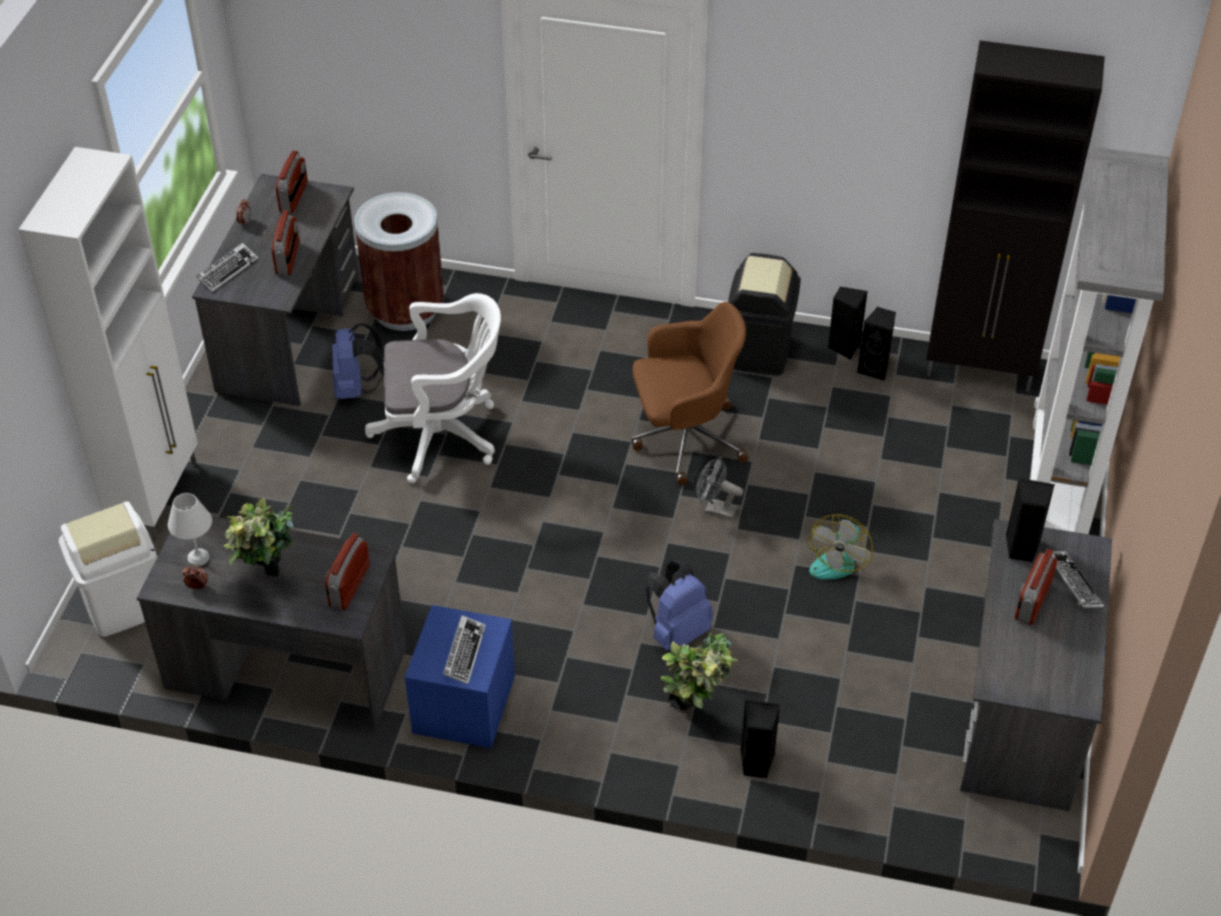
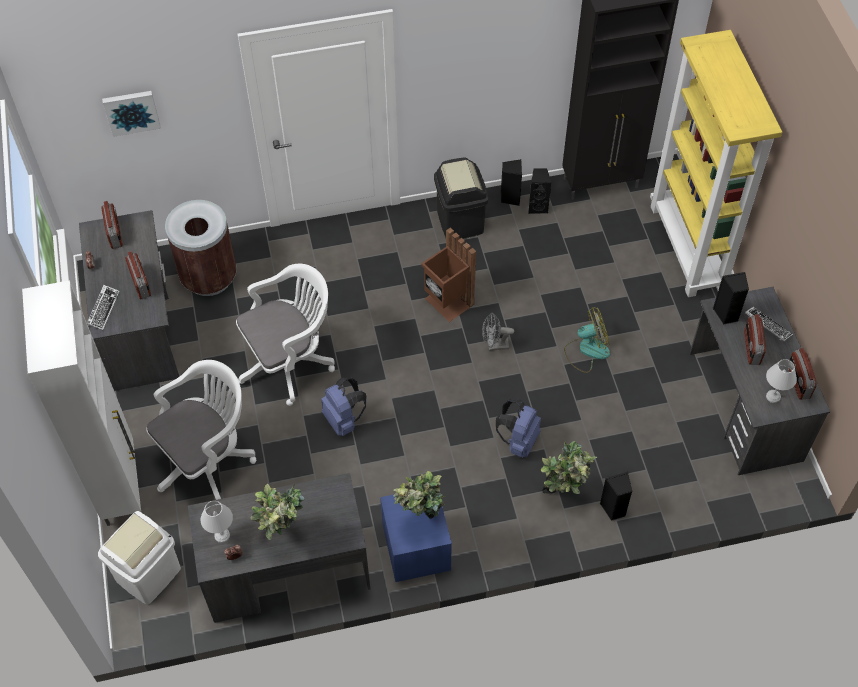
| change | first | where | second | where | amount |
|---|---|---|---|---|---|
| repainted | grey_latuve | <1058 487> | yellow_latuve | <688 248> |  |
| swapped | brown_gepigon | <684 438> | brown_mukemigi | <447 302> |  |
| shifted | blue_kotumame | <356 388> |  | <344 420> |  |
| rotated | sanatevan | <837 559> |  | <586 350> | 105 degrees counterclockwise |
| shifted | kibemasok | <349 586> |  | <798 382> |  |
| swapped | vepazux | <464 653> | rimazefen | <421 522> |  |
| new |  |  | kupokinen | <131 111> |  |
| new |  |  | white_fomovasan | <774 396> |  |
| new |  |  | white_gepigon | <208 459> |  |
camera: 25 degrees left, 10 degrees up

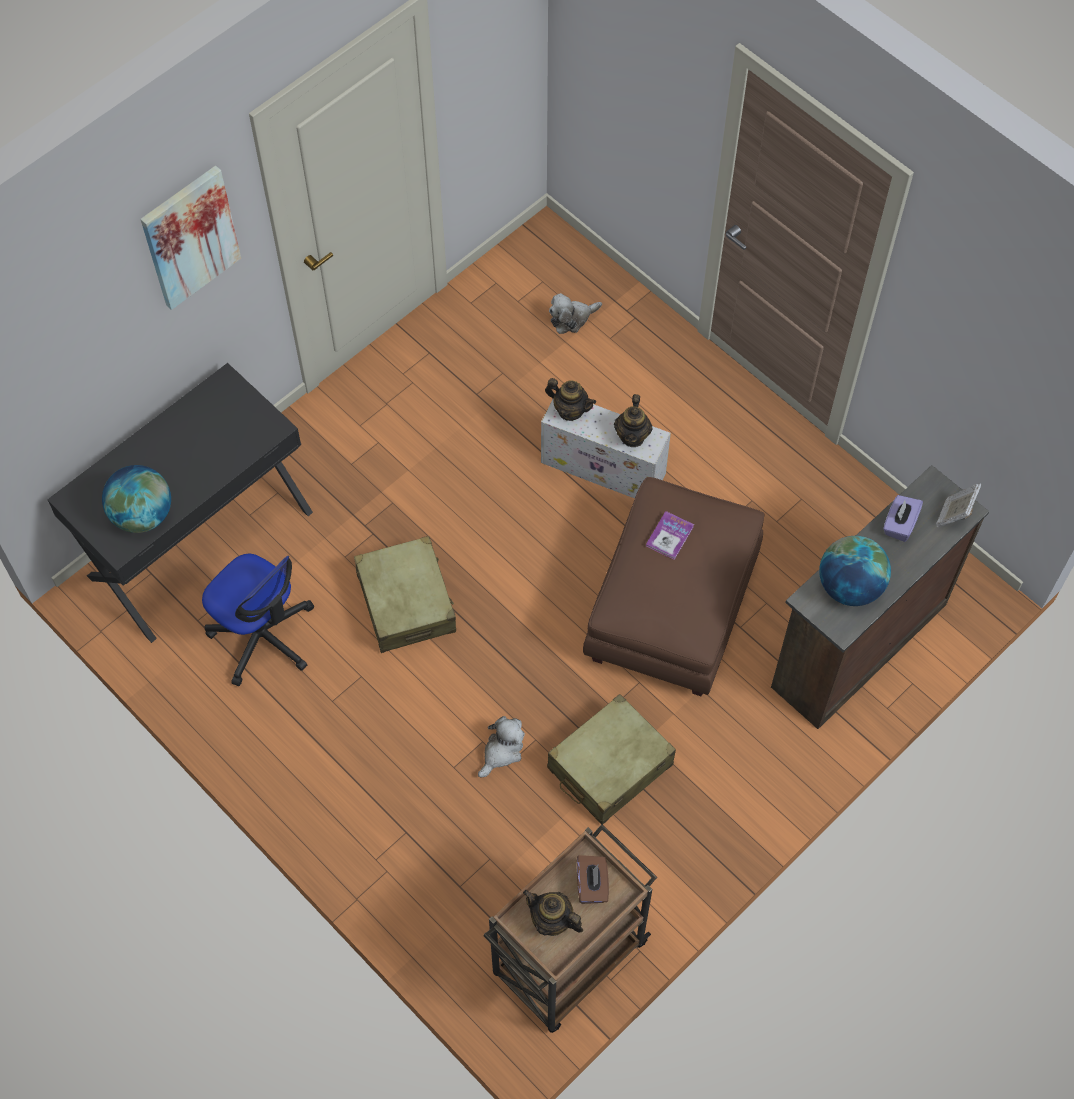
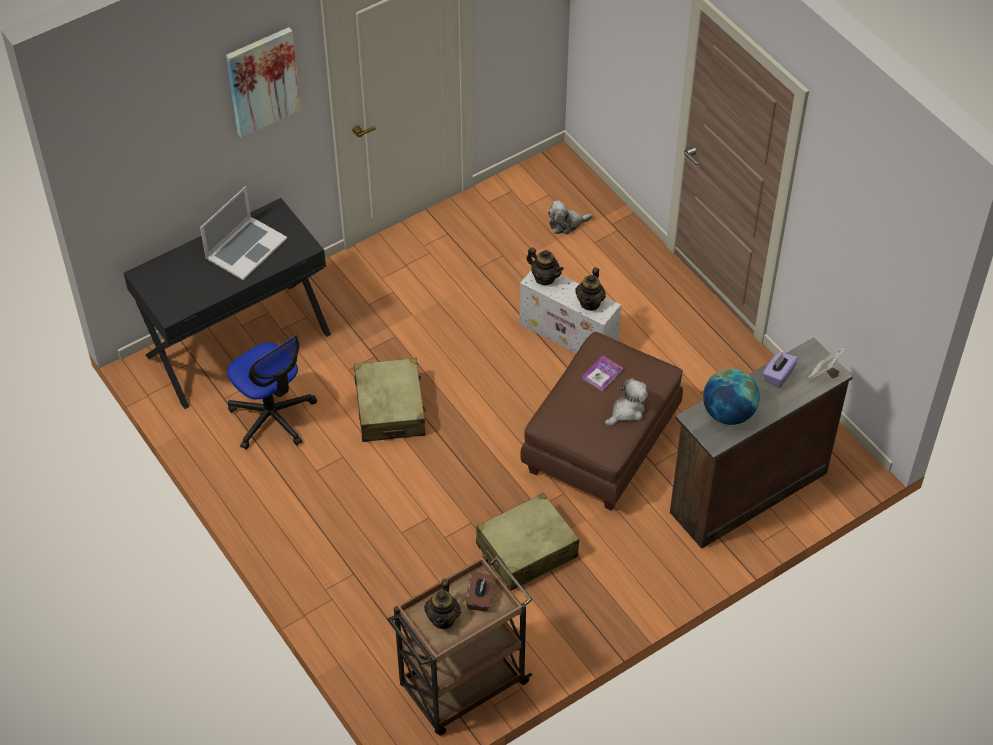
| change | first | where | second | where | amount |
|---|---|---|---|---|---|
| gone | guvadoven | <143 515> |  |  |  |
| shifted | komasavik | <502 751> |  | <626 410> |  |
| rotated | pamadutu | <552 921> |  | <443 618> | 120 degrees counterclockwise |
| new |  |  | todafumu | <245 248> |  |
camera: 10 degrees right, 10 degrees down

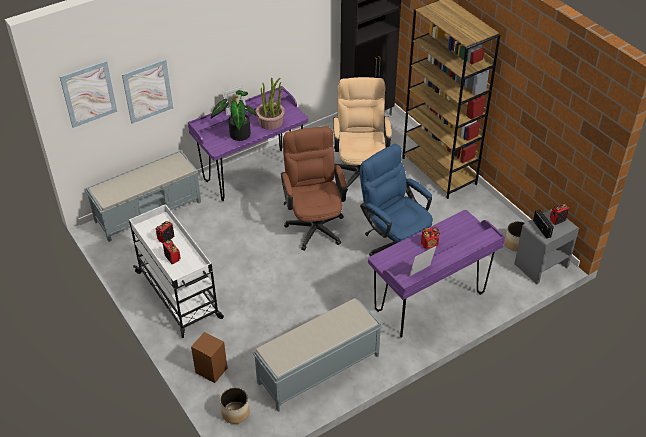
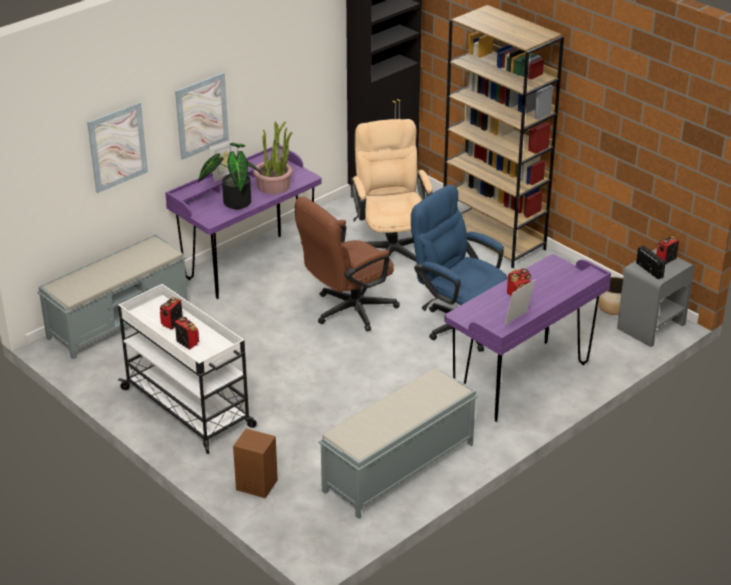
| change | first | where | second | where | amount |
|---|---|---|---|---|---|
| shifted | kupokinen | <88 94> |  | <201 115> |  |
| rotated | brown_gepigon | <314 223> |  | <347 311> | 105 degrees counterclockwise |
| gone | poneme | <235 412> |  |  |  |
camera: 10 degrees left, 10 degrees down

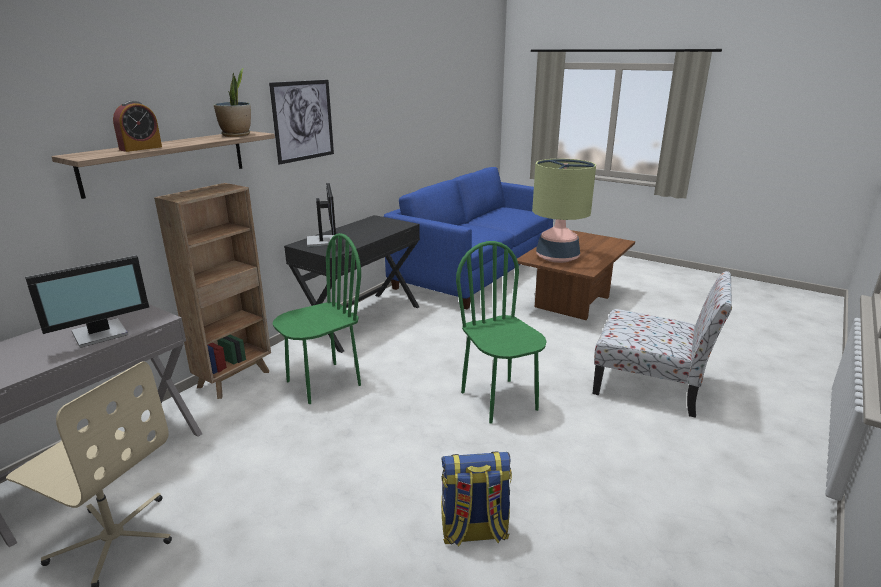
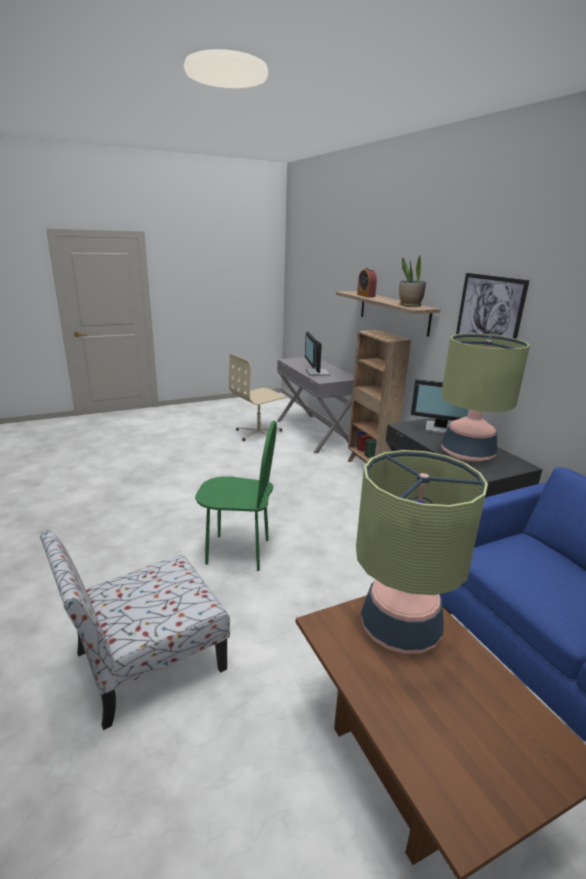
| change | first | where | second | where | amount |
|---|---|---|---|---|---|
| gone | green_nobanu | <323 383> |  |  |  |
| gone | kotumame | <473 531> |  |  |  |
| new |  |  | fomovasan | <467 453> |  |
camera: 120 degrees right, 0 degrees up

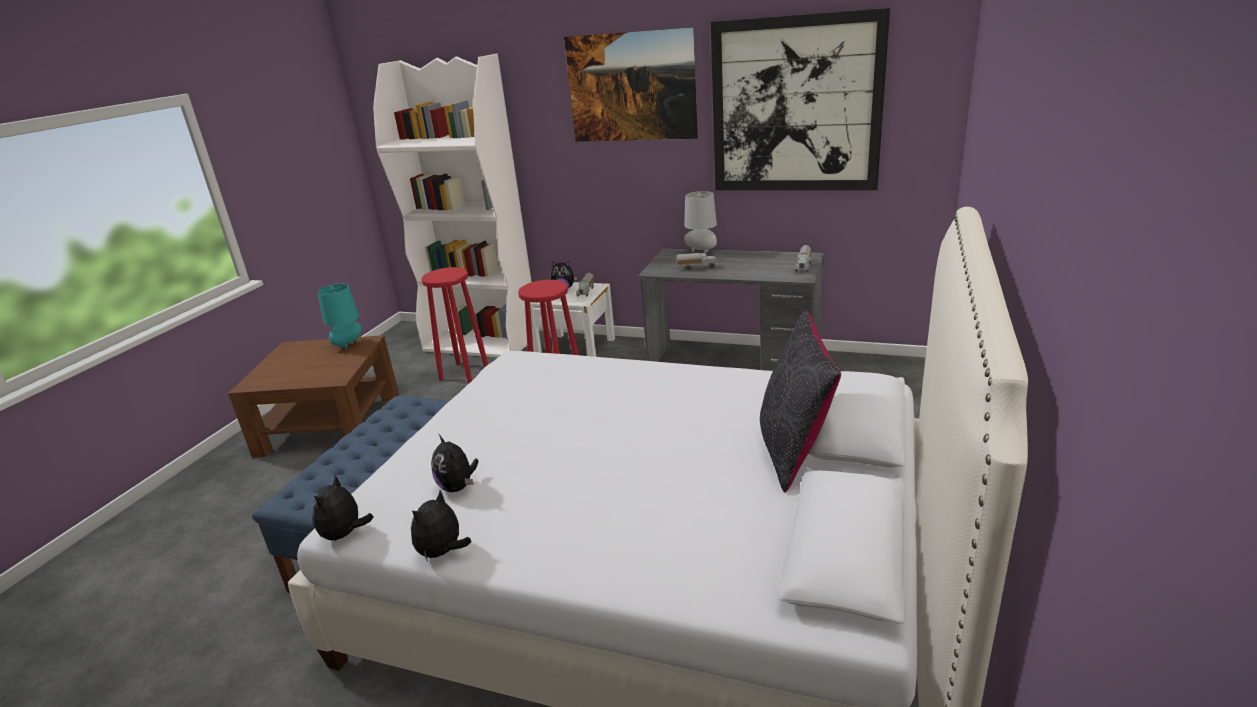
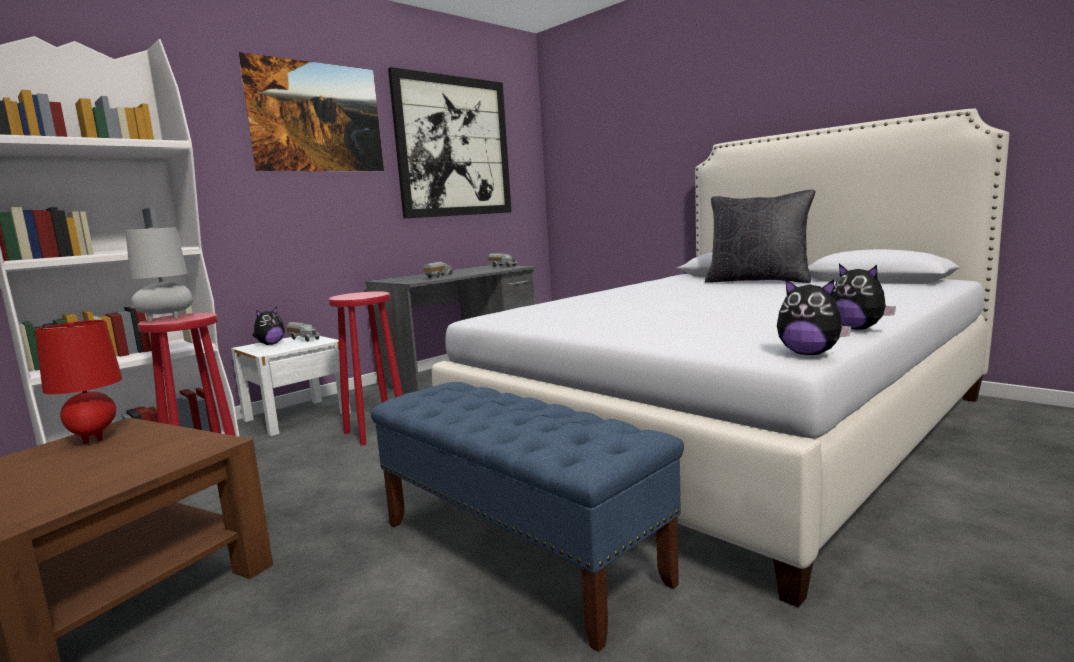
| change | first | where | second | where | amount |
|---|---|---|---|---|---|
| shifted | grey_fomovasan | <701 252> |  | <167 318> |  |
| repainted | turquoise_fomovasan | <348 345> | red_fomovasan | <95 438> |  |
| gone | komasavik | <458 487> |  |  |  |
camera: 65 degrees left, 15 degrees down

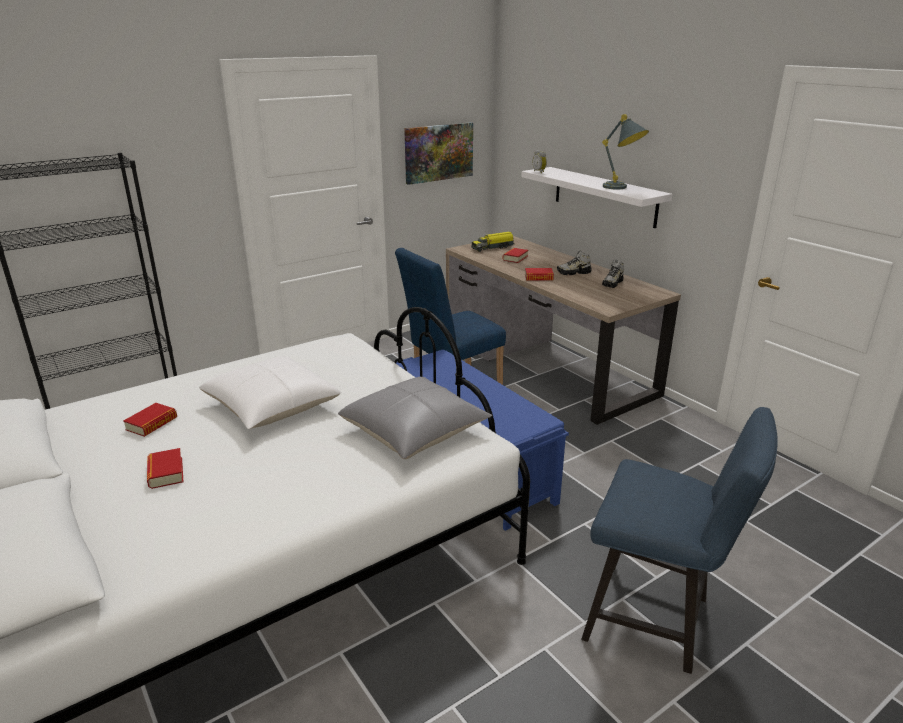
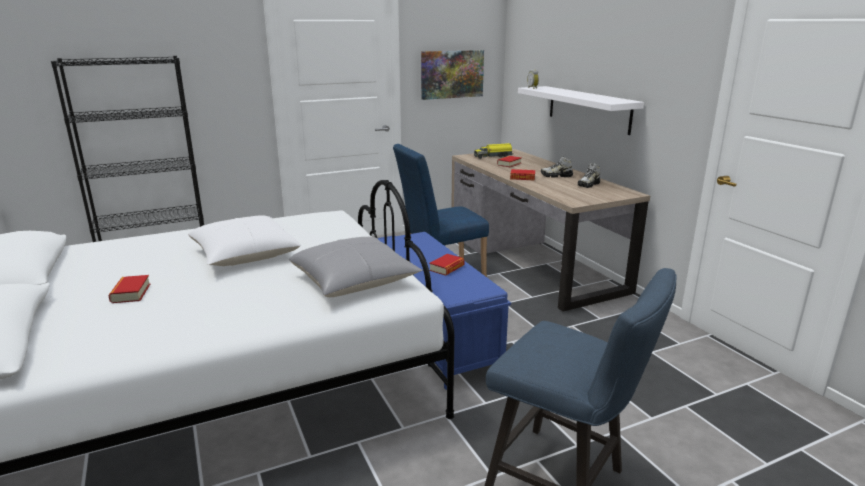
| change | first | where | second | where | amount |
|---|---|---|---|---|---|
| gone | grey_fomovasan | <621 188> |  |  |  |
| shifted | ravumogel | <151 424> |  | <447 268> |  |
camera: 10 degrees right, 5 degrees down

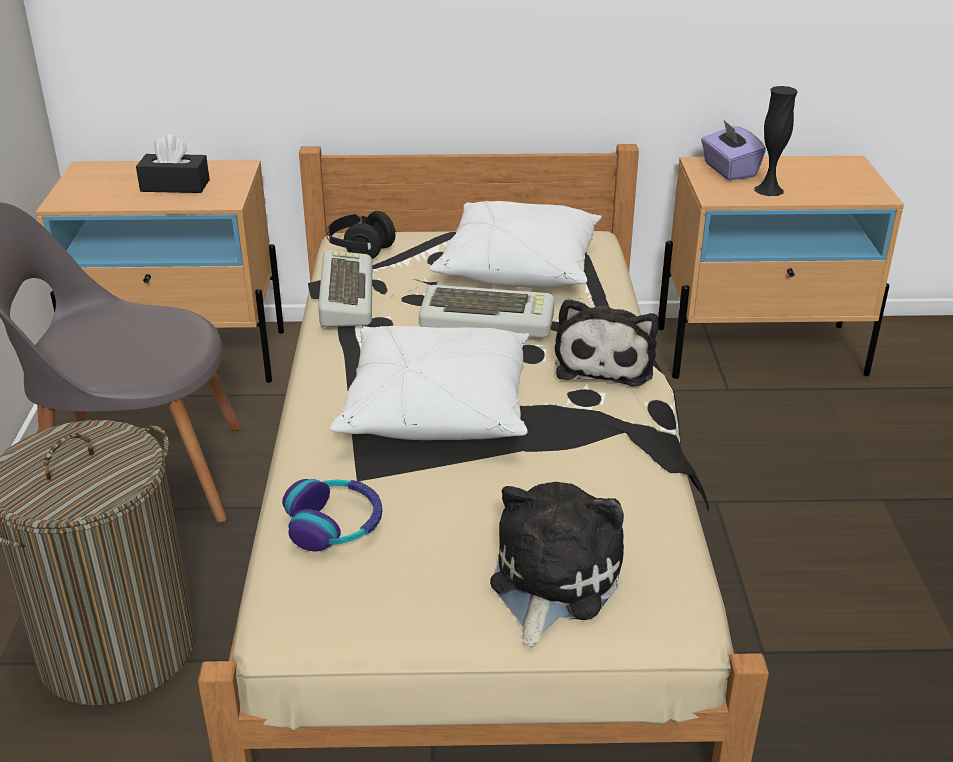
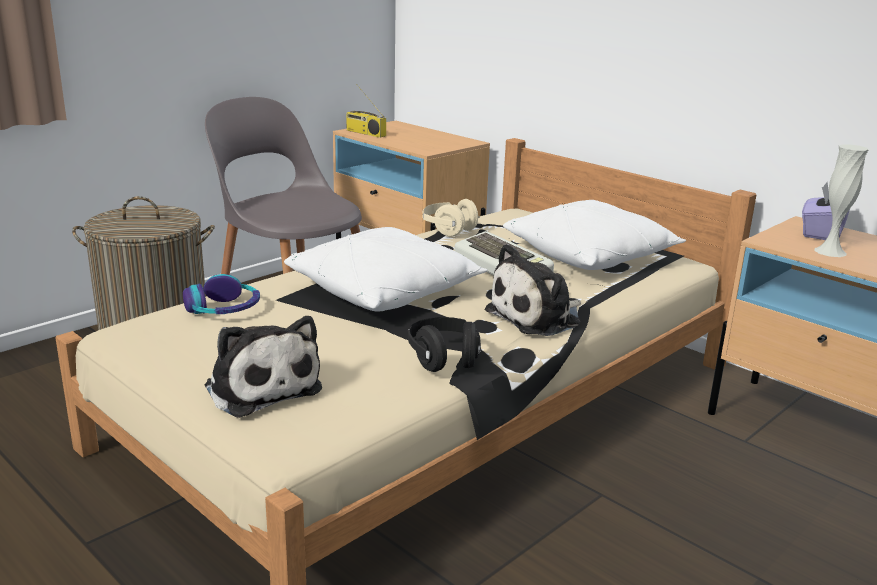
| change | first | where | second | where | amount |
|---|---|---|---|---|---|
| repainted | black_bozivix | <768 190> | white_bozivix | <830 251> |  |
| gone | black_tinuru | <175 186> |  |  |  |
| shifted | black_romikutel | <360 250> |  | <444 359> |  |
| swapped | vepazux | <344 297> | beige_romikutel | <448 230> |  |
| rotated | komasavik | <551 581> |  | <261 387> | 75 degrees clockwise |
| new |  |  | kibemasok | <364 133> |  |
camera: 45 degrees right, 10 degrees down

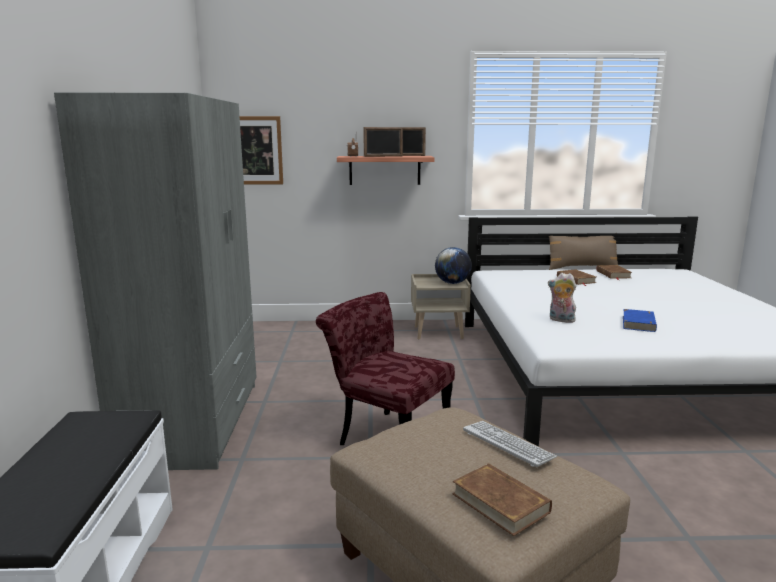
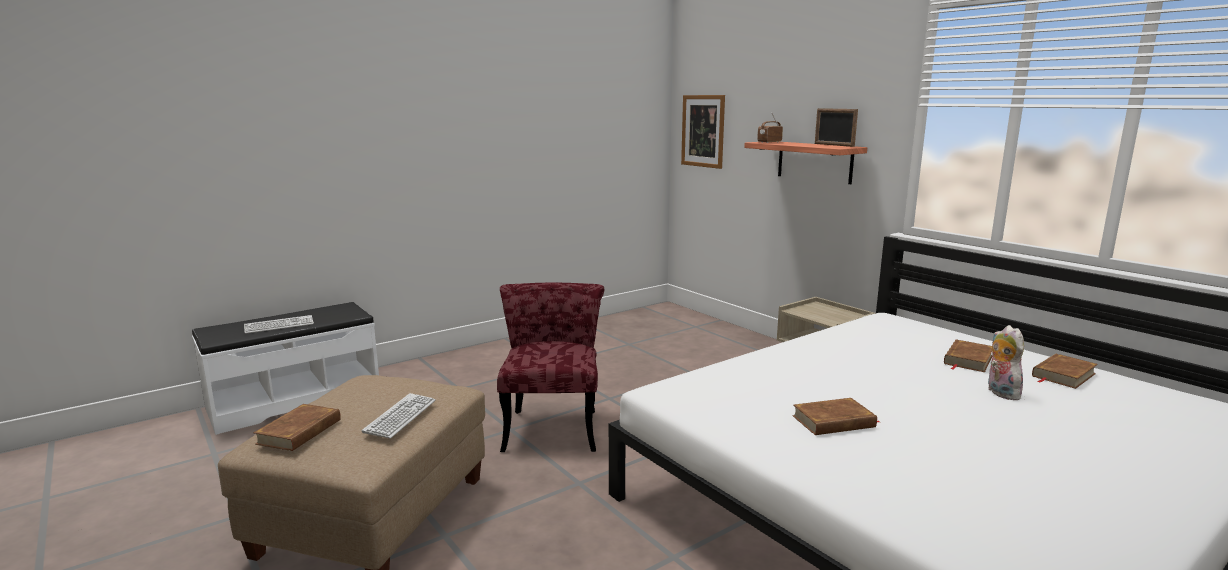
| change | first | where | second | where | amount |
|---|---|---|---|---|---|
| gone | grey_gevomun | <194 422> |  |  |  |
| gone | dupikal | <383 156> |  |  |  |
| gone | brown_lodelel | <581 267> |  |  |  |
| gone | guvadoven | <452 283> |  |  |  |
| shifted | komasavik | <560 320> |  | <999 392> |  |
| repainted | blue_ravumogel | <639 323> | brown_ravumogel | <834 422> |  |
| new |  |  | vepazux | <279 325> |  |
camera: 55 degrees right, 0 degrees up

